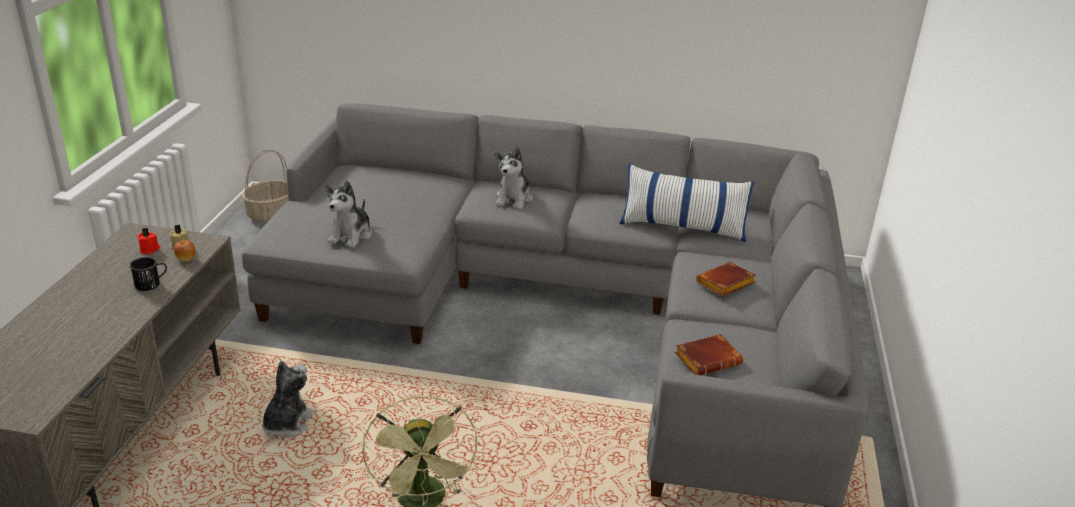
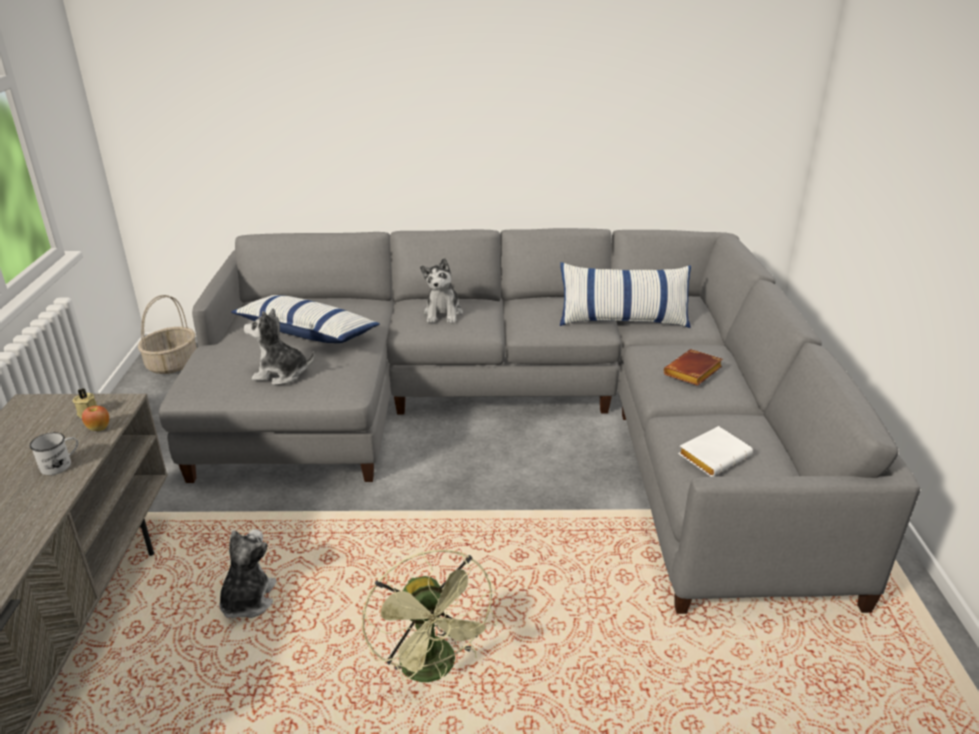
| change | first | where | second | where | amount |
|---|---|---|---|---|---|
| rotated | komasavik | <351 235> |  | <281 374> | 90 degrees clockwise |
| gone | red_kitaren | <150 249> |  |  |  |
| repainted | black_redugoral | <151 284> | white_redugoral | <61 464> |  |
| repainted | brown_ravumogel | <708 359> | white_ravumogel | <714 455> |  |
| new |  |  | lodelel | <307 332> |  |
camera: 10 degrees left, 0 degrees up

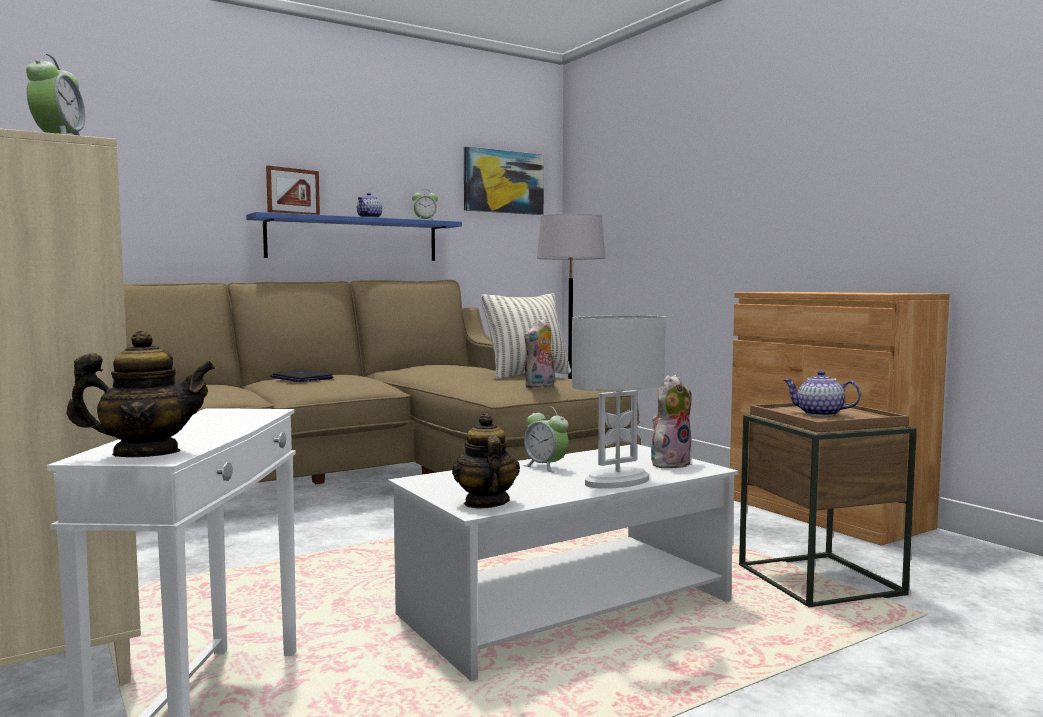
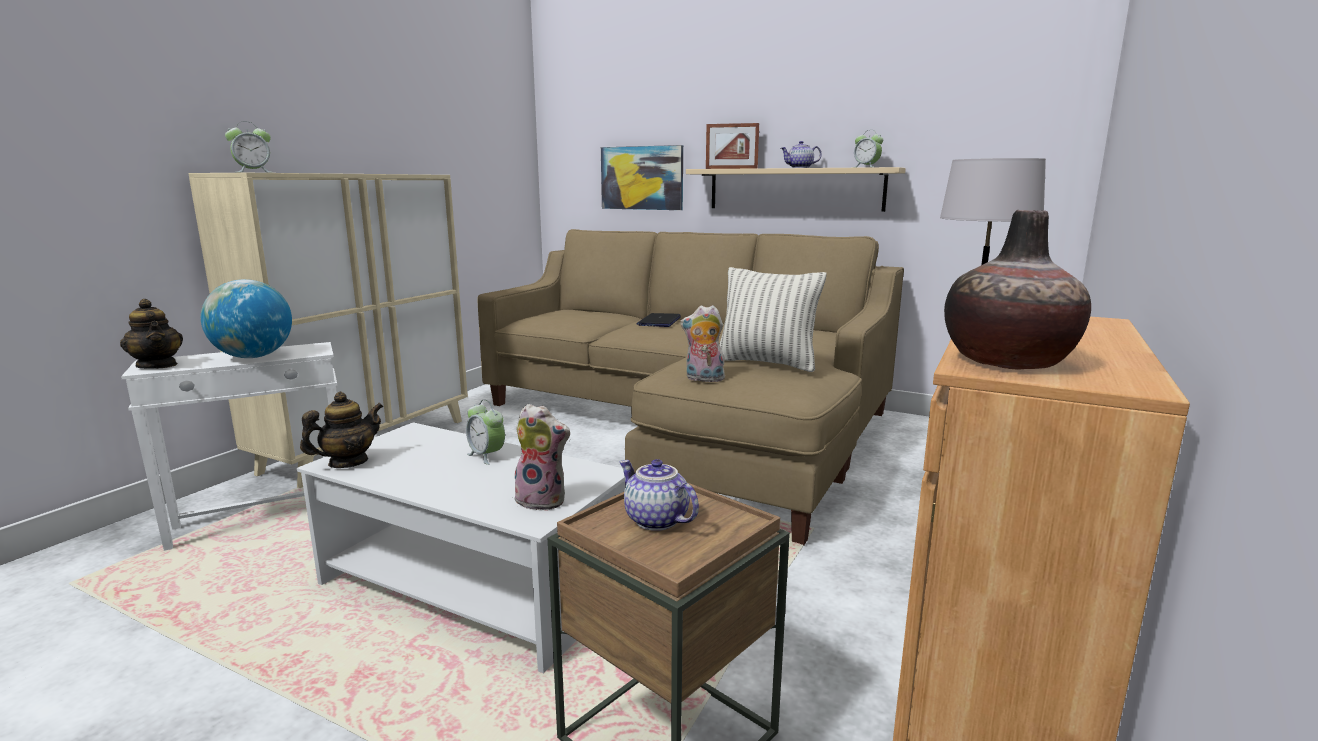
| change | first | where | second | where | amount |
|---|---|---|---|---|---|
| shifted | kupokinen | <503 182> |  | <642 178> |  |
| repainted | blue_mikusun | <353 239> | beige_mikusun | <794 189> |  |
| gone | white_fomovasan | <617 481> |  |  |  |
| rotated | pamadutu | <819 414> |  | <654 520> | 45 degrees counterclockwise |
| rotated | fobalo | <546 467> |  | <487 456> | 60 degrees counterclockwise |
| new |  |  | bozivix | <1007 361> |  |
| new |  |  | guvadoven | <253 357> |  |
camera: 60 degrees right, 10 degrees up

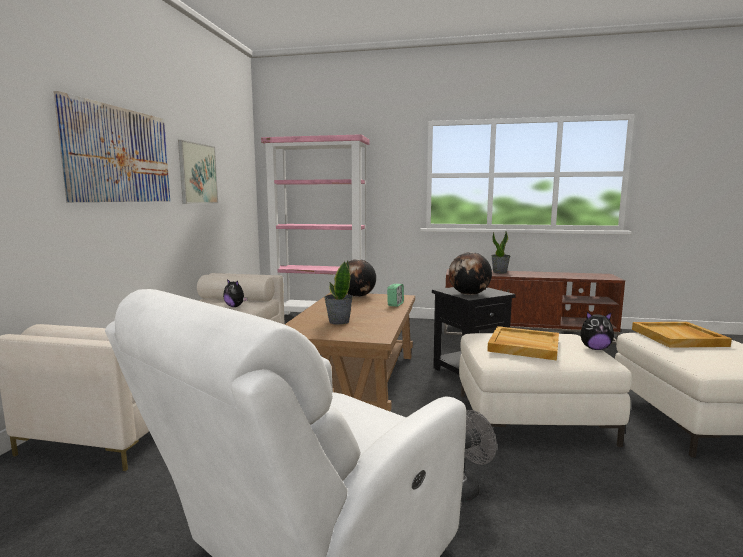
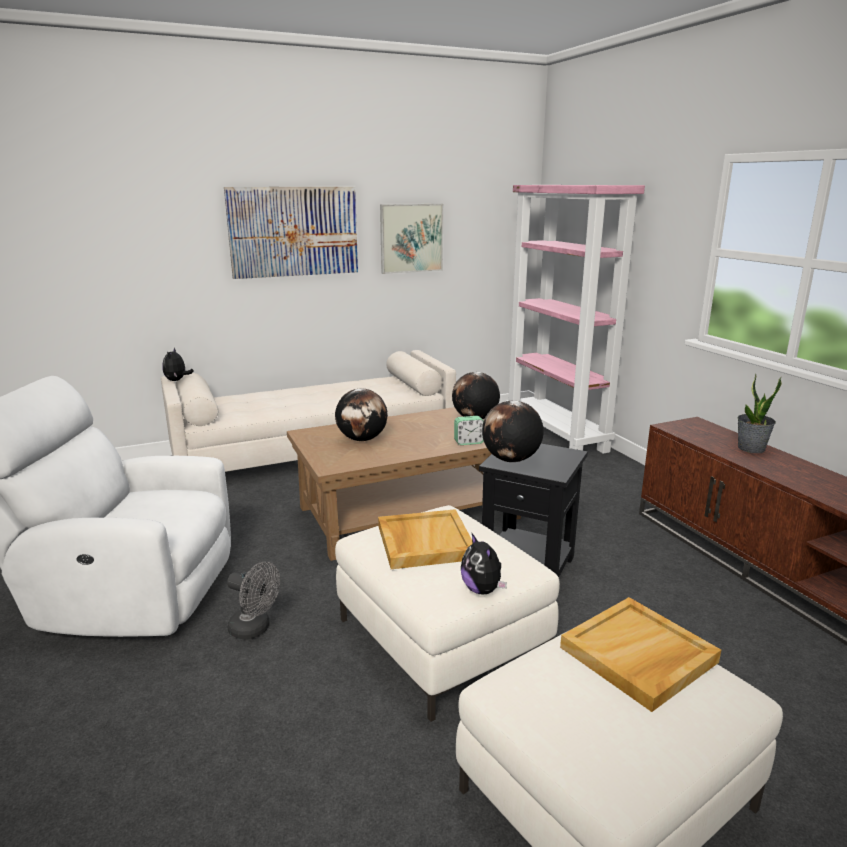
| change | first | where | second | where | amount |
|---|---|---|---|---|---|
| swapped | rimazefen | <338 321> | guvadoven | <362 439> |  |
| shifted | komasavik | <235 306> |  | <177 380> |  |
camera: 55 degrees right, 10 degrees up

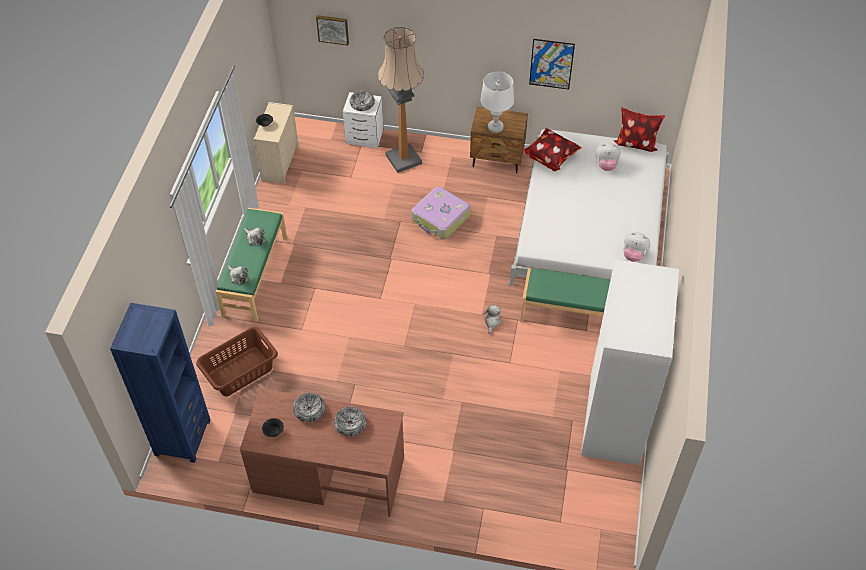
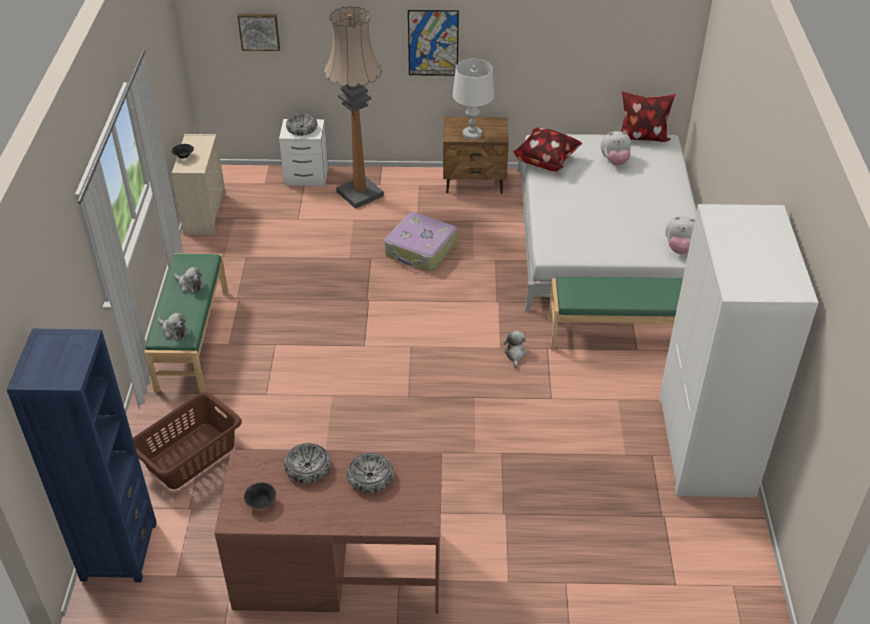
| change | first | where | second | where | amount |
|---|---|---|---|---|---|
| shifted | kupokinen | <551 64> |  | <433 43> |  |
camera: 10 degrees left, 10 degrees down

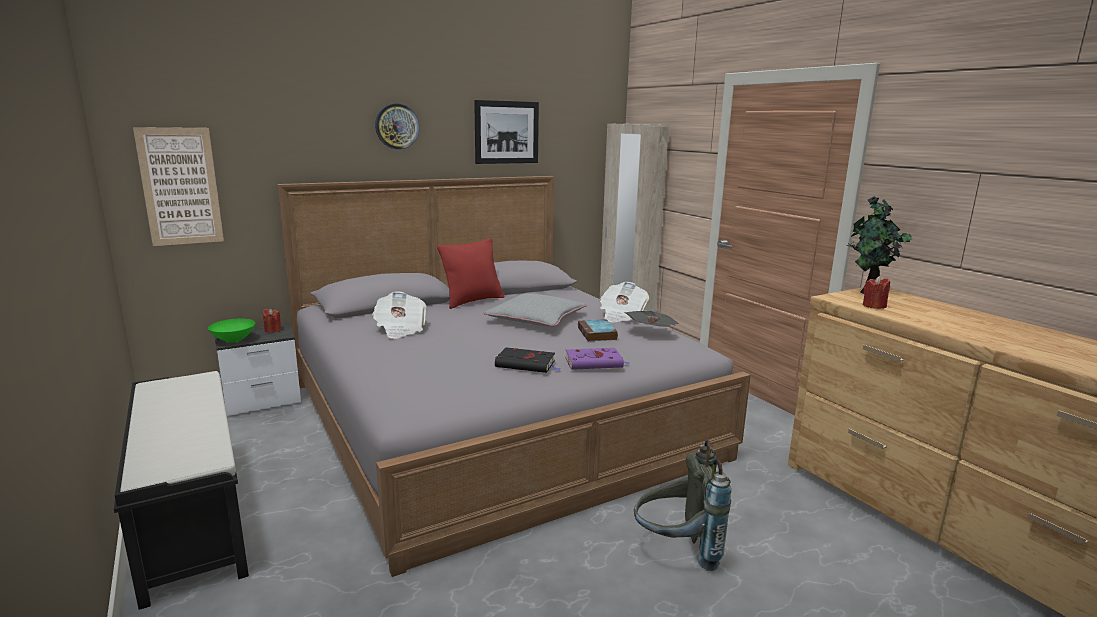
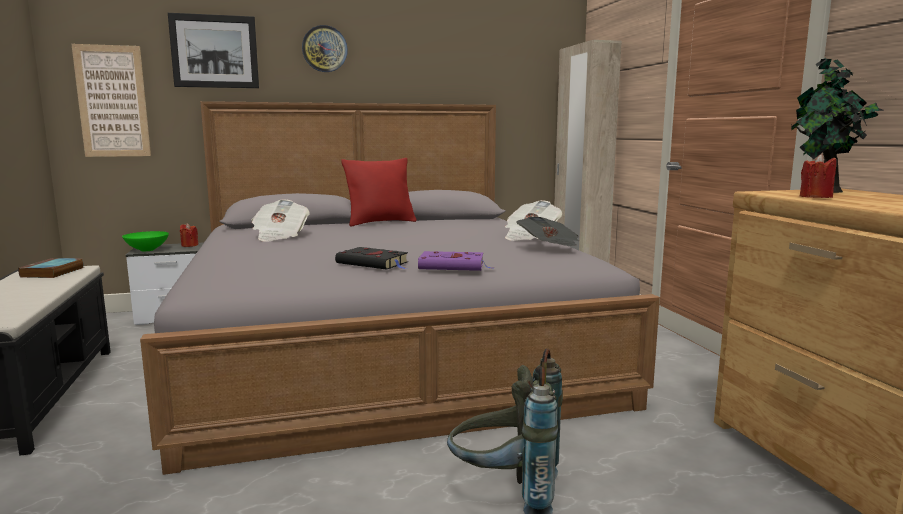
| change | first | where | second | where | amount |
|---|---|---|---|---|---|
| shifted | kupokinen | <506 132> |  | <214 51> |  |
| gone | grey_lodelel | <536 318> |  |  |  |
| shifted | ravumogel | <597 334> |  | <52 272> |  |
camera: 15 degrees right, 5 degrees down

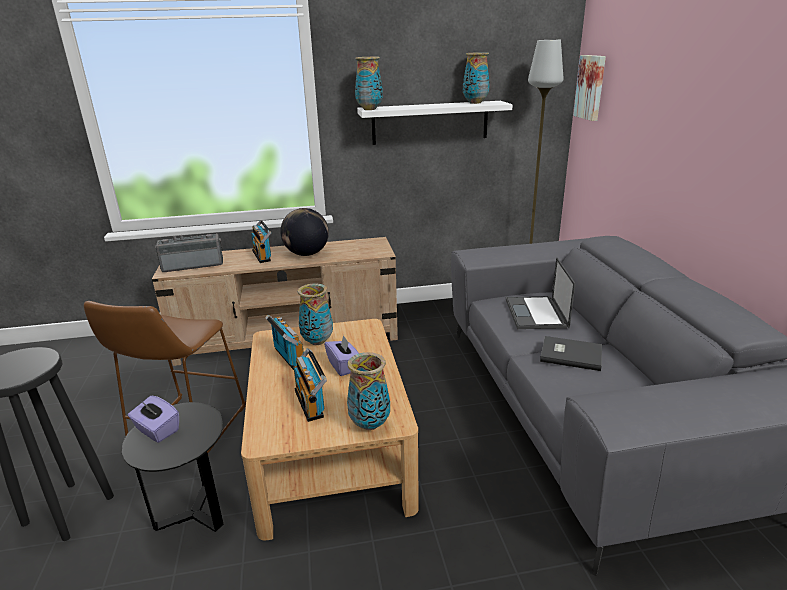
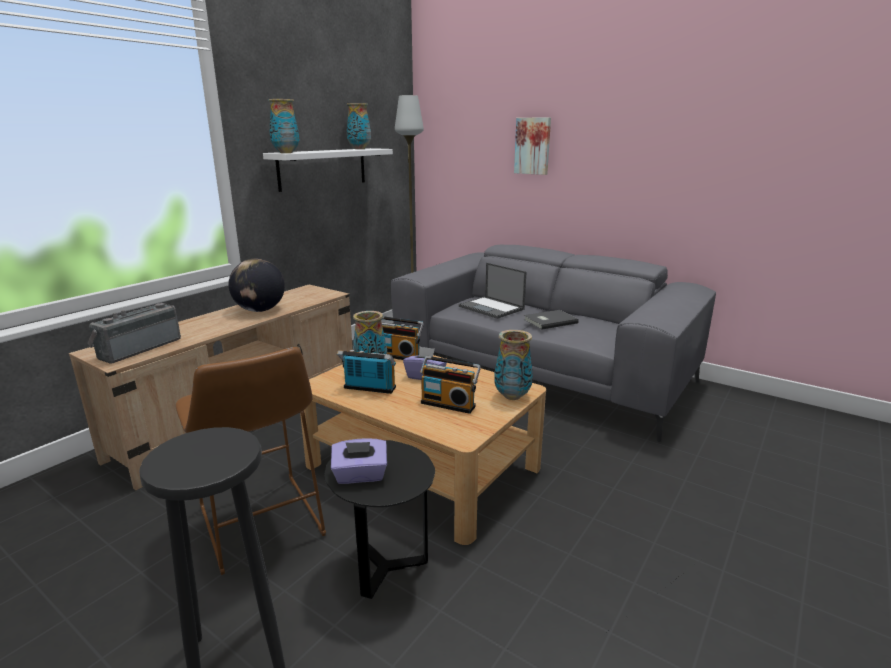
| change | first | where | second | where | amount |
|---|---|---|---|---|---|
| shifted | kupokinen | <591 87> |  | <533 146> |  |
| shifted | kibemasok | <263 255> |  | <399 355> |  |
camera: 45 degrees left, 5 degrees down

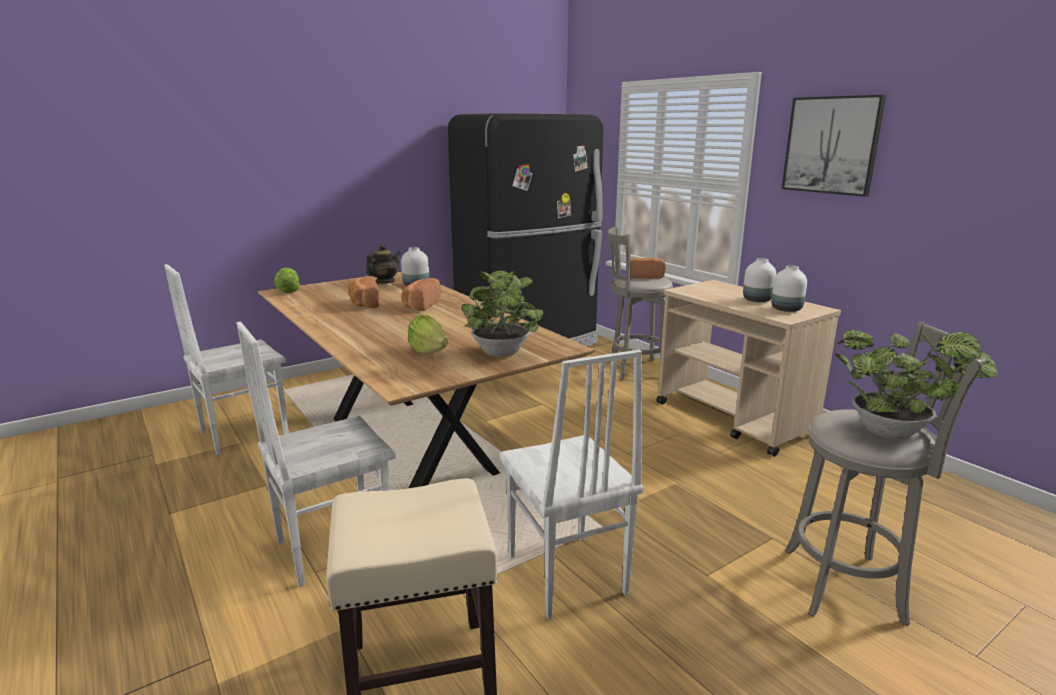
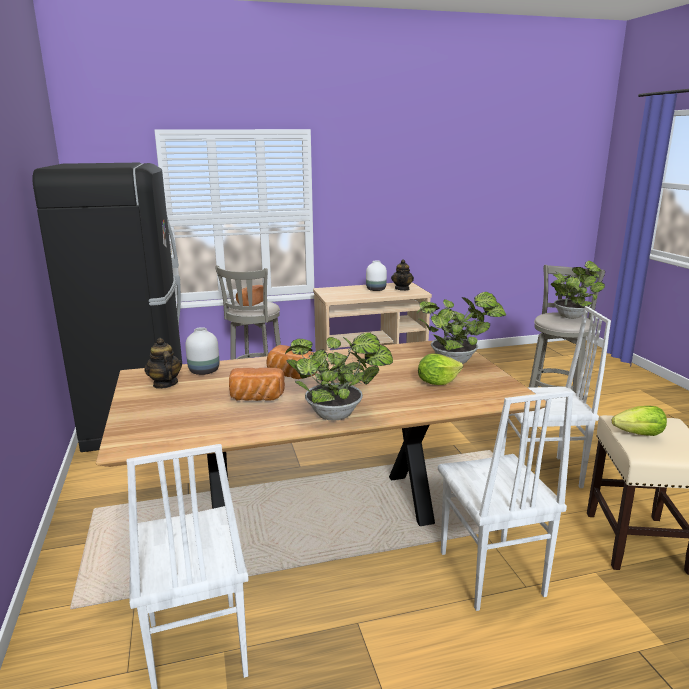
| change | first | where | second | where | amount |
|---|---|---|---|---|---|
| gone | kupokinen | <831 145> |  |  |  |
| swapped | white_bozivix | <787 309> | pamadutu | <402 289> |  |
| shifted | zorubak | <288 291> |  | <639 434> |  |
| new |  |  | rimazefen | <338 415> |  |
camera: 70 degrees left, 0 degrees up

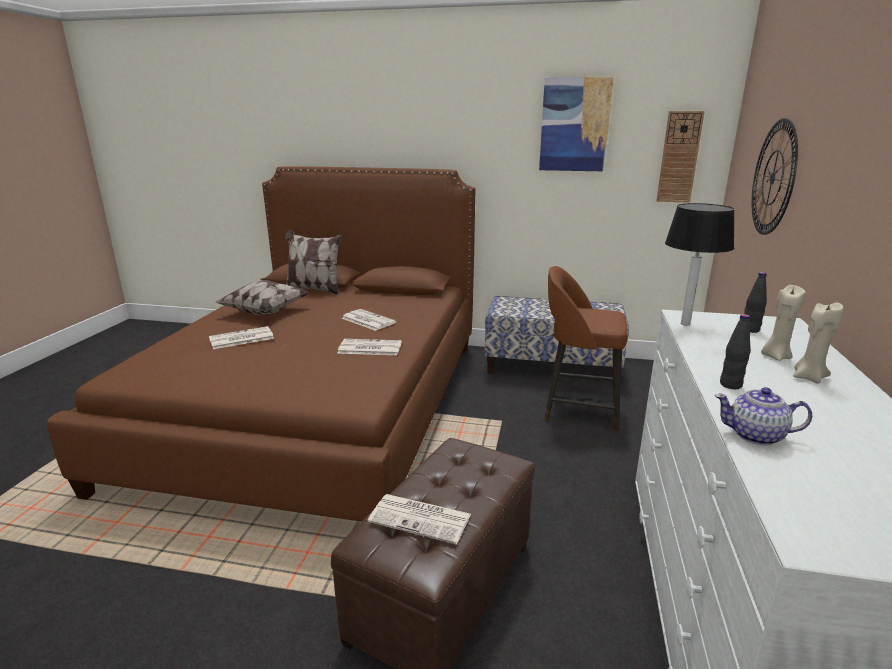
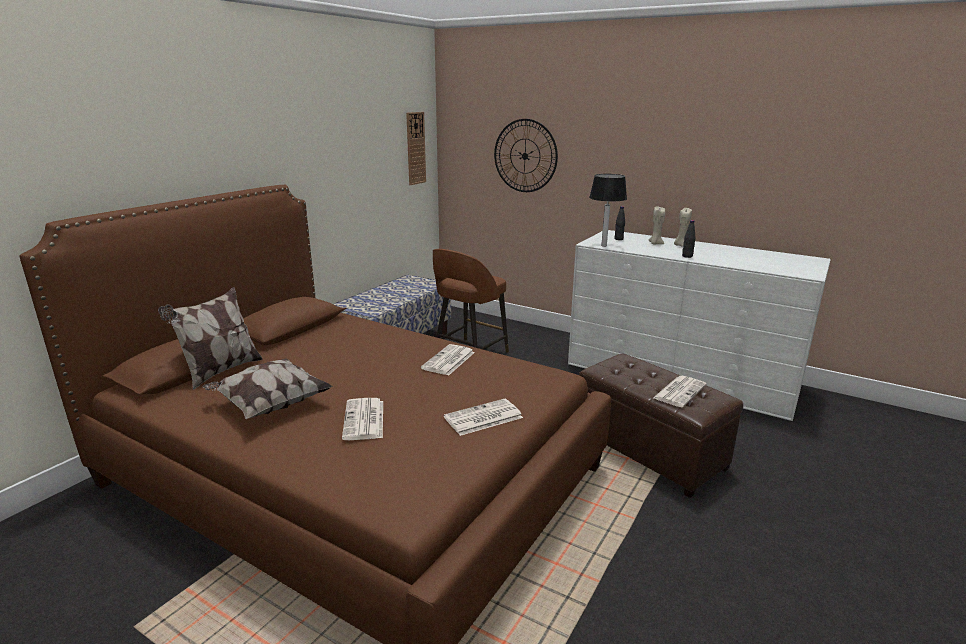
| change | first | where | second | where | amount |
|---|---|---|---|---|---|
| gone | kupokinen | <574 125> |  |  |  |
| shifted | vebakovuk | <367 320> |  | <482 418> |  |
| gone | pamadutu | <756 436> |  |  |  |
camera: 70 degrees left, 0 degrees up

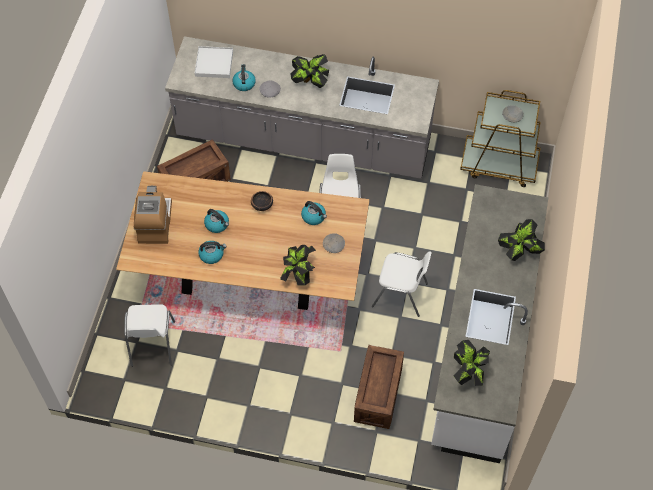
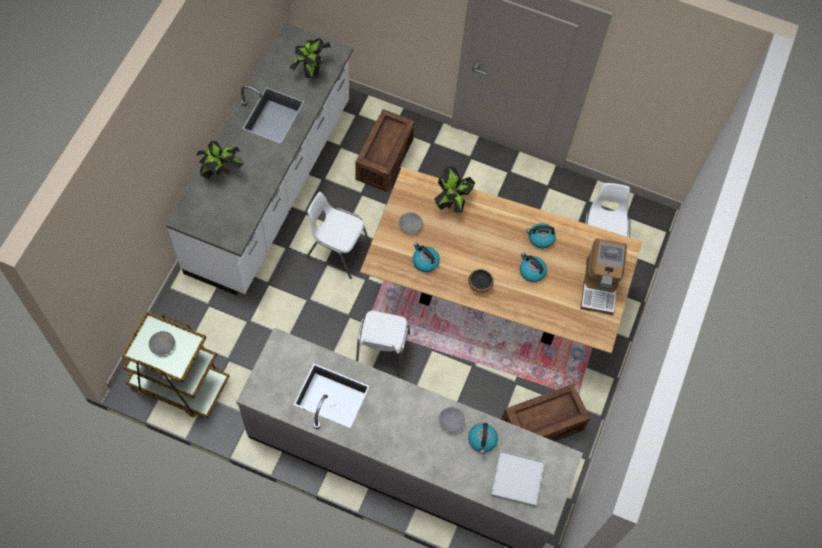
| change | first | where | second | where | amount |
|---|---|---|---|---|---|
| gone | rimazefen | <310 82> |  |  |  |
camera: 175 degrees left, 5 degrees up

